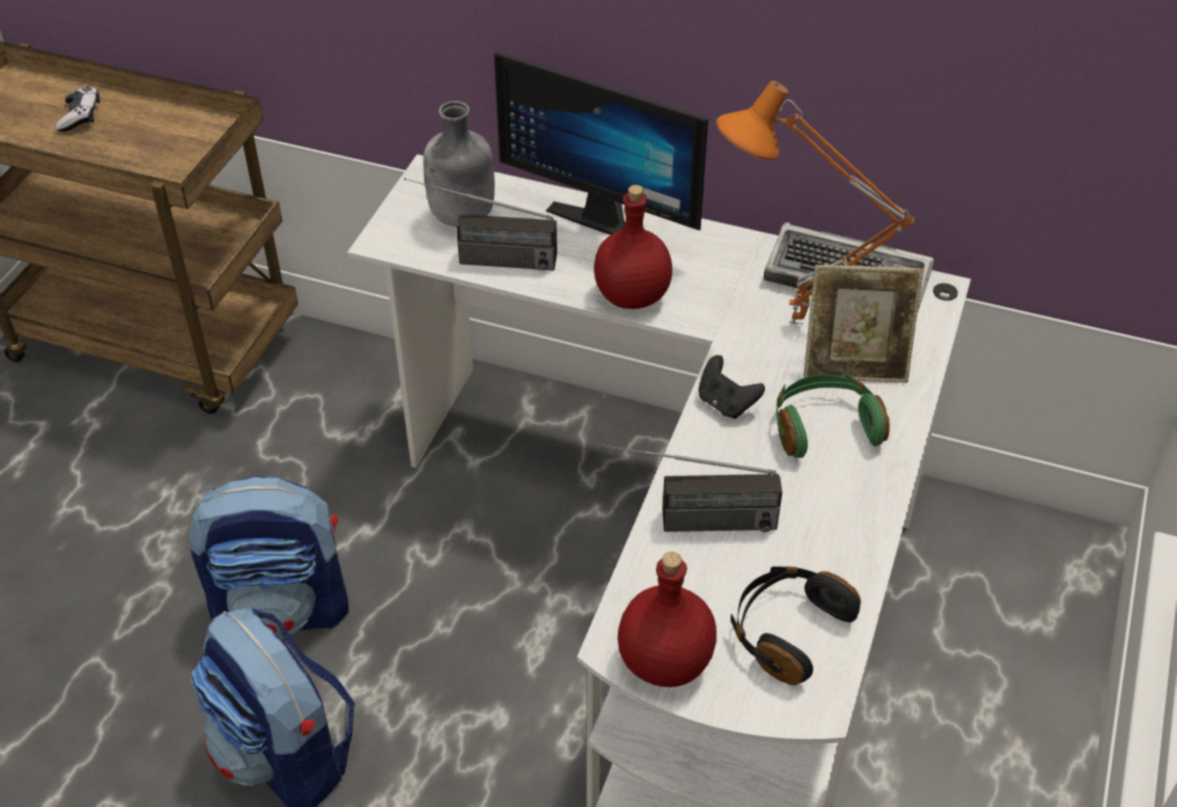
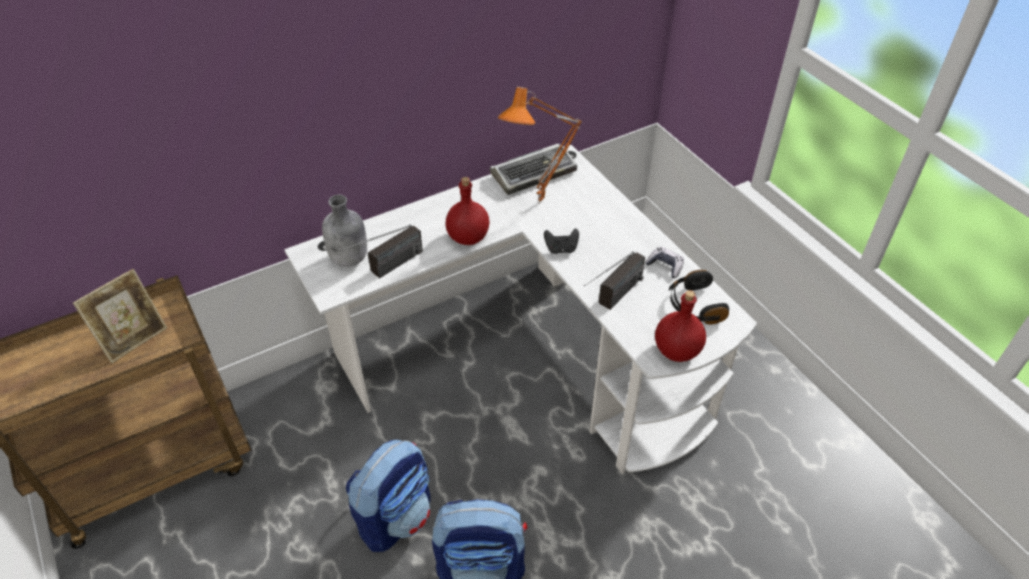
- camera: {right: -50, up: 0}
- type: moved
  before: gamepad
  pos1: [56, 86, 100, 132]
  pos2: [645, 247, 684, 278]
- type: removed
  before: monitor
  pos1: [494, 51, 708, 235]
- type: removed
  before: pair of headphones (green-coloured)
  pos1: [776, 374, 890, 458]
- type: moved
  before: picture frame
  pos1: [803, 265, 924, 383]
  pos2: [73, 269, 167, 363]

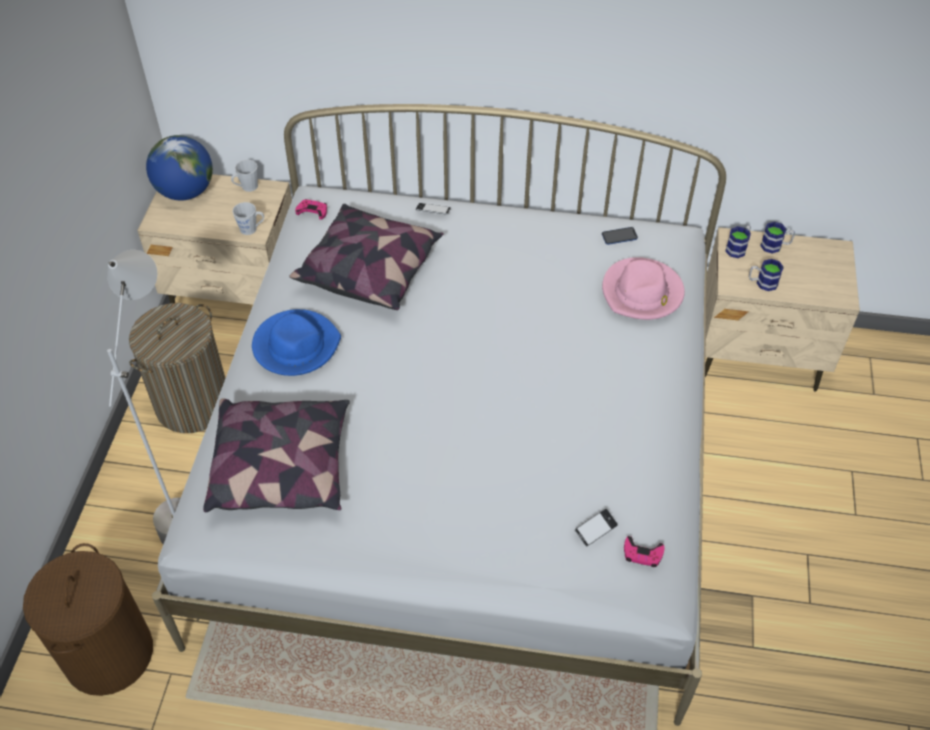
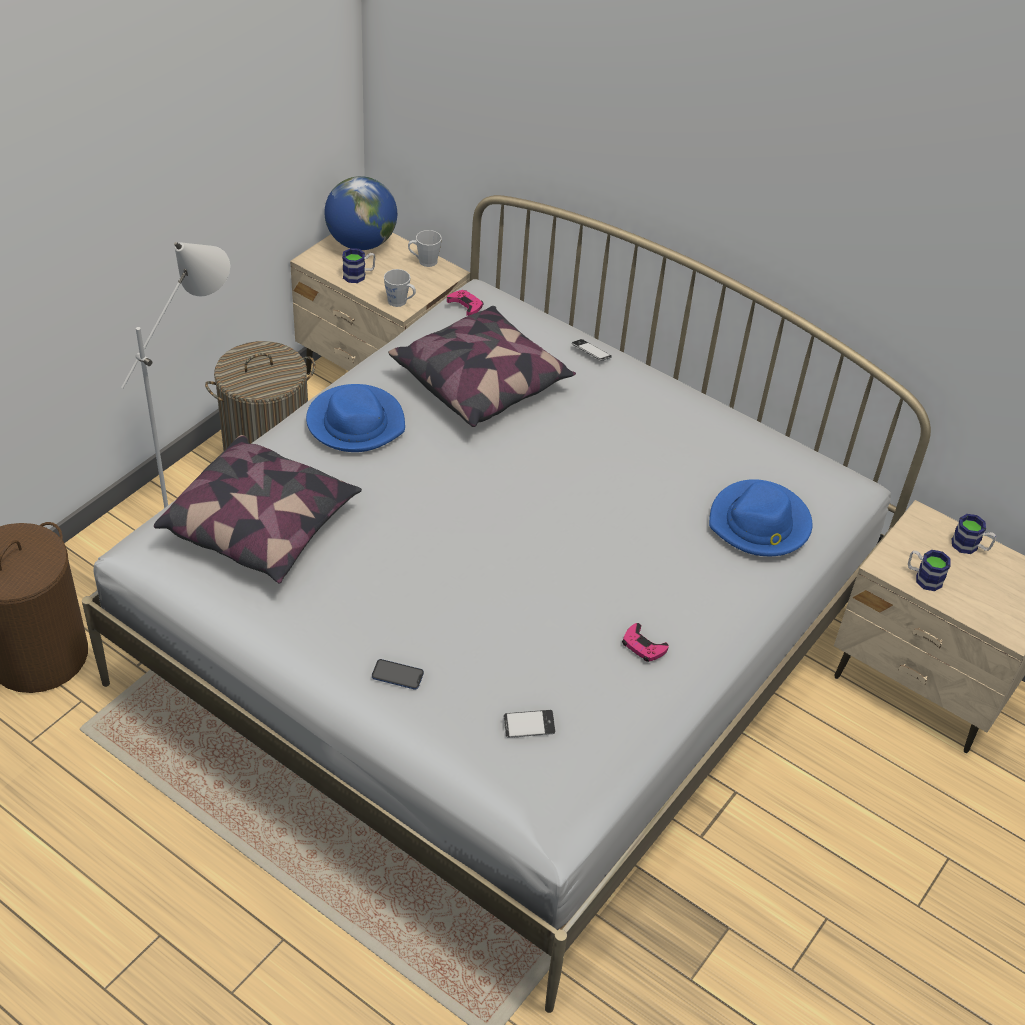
- camera: {right: 25, up: -5}
- type: moved
  before: telephone
  pos1: [602, 227, 638, 245]
  pos2: [372, 659, 424, 690]
- type: recoloured
  before: clothing hat (pink-coloured)
  after: clothing hat (blue)
  pos1: [602, 257, 685, 320]
  pos2: [709, 479, 813, 556]
- type: moved
  before: gamepad (pink-coloured)
  pos1: [624, 536, 664, 567]
  pos2: [622, 623, 669, 662]
- type: moved
  before: mug
  pos1: [725, 225, 751, 258]
  pos2: [342, 248, 376, 283]

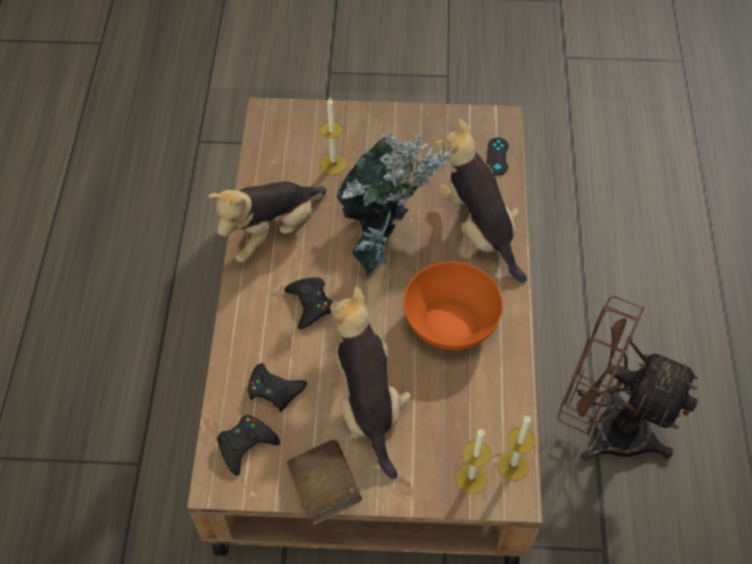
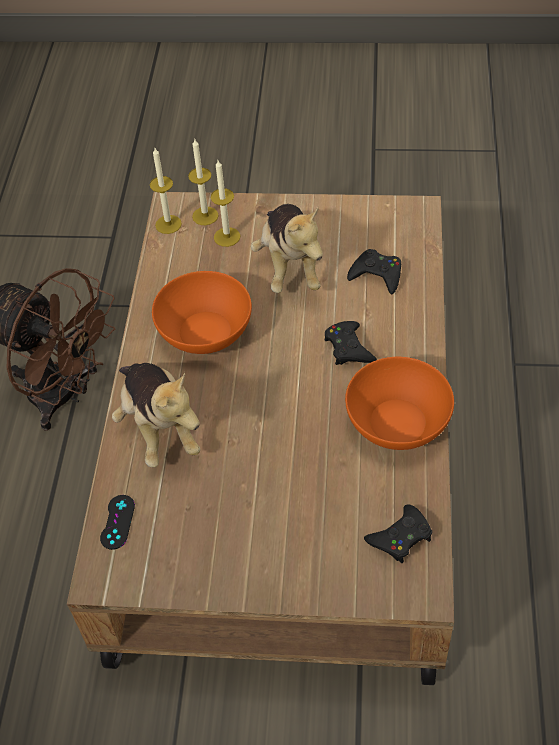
- camera: {right: -175, up: -5}
- type: replaced
  before: cuddly toy
  after: serving bowl (orange-coloured)
  pos1: [208, 181, 327, 262]
  pos2: [345, 357, 454, 450]
- type: moved
  before: gamepad (black-coloured)
  pos1: [217, 415, 280, 476]
  pos2: [364, 504, 432, 563]
- type: removed
  before: bound book (brownish)
  pos1: [287, 440, 362, 525]
- type: moved
  before: candle
  pos1: [320, 98, 346, 175]
  pos2: [211, 160, 240, 247]
- type: removed
  before: houseplant
  pos1: [337, 134, 453, 276]

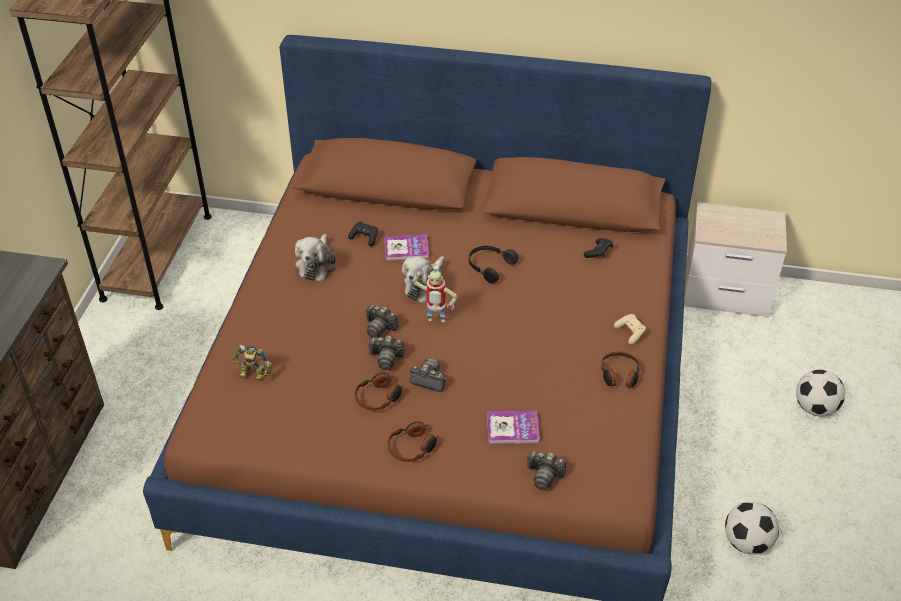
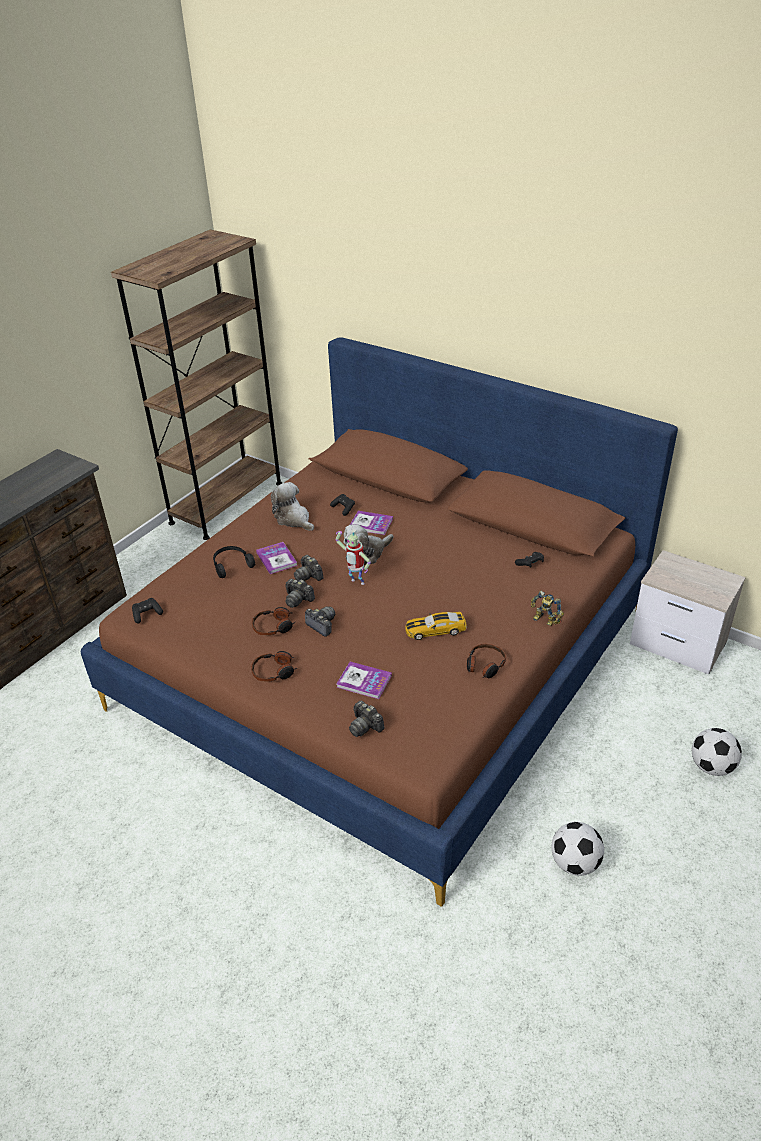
- camera: {right: 25, up: -5}
- type: moved
  before: toy robot
  pos1: [232, 345, 272, 380]
  pos2: [531, 591, 564, 626]
- type: turned
  before: cuddly toy
  pos1: [295, 234, 336, 281]
  pos2: [271, 482, 314, 531]
  turn: 105
- type: moved
  before: pair of headphones (black-coloured)
  pos1: [469, 246, 518, 283]
  pos2: [213, 546, 255, 578]
- type: removed
  before: gamepad (sand-coloured)
  pos1: [614, 314, 646, 345]
- type: added
  after: gamepad (black-coloured)
  pos2: [132, 598, 163, 623]
- type: added
  after: bound book
  pos2: [256, 542, 298, 574]
- type: added
  after: miniature car
  pos2: [405, 612, 467, 640]

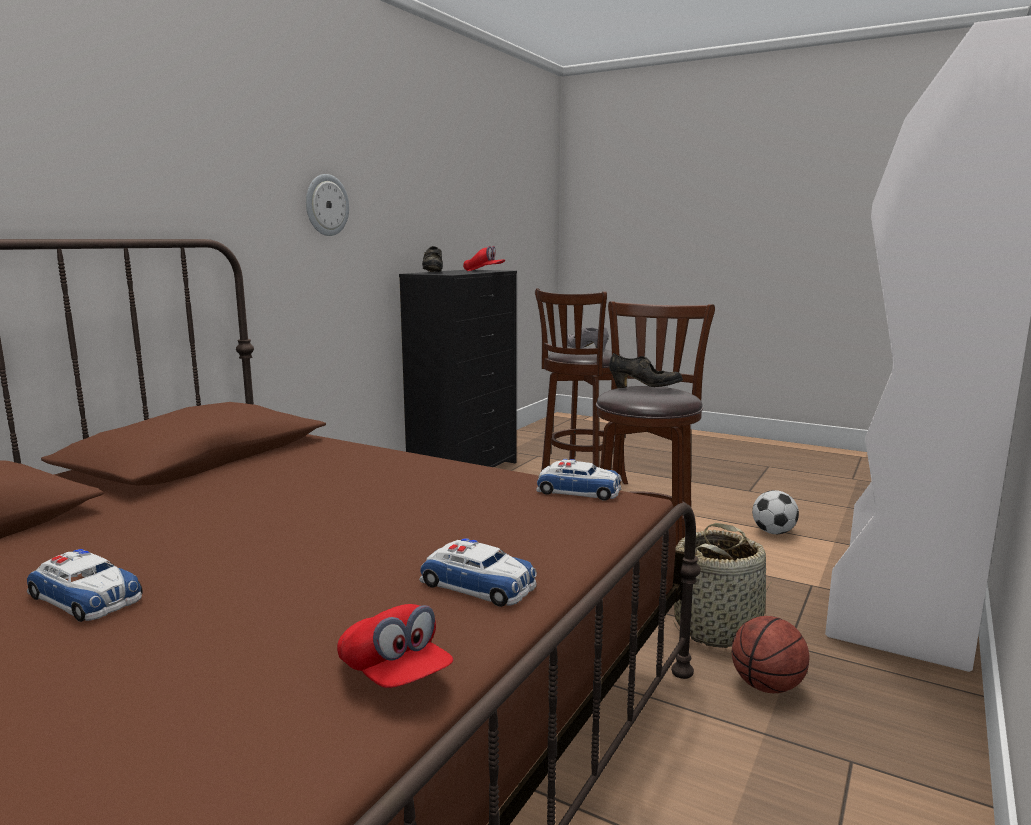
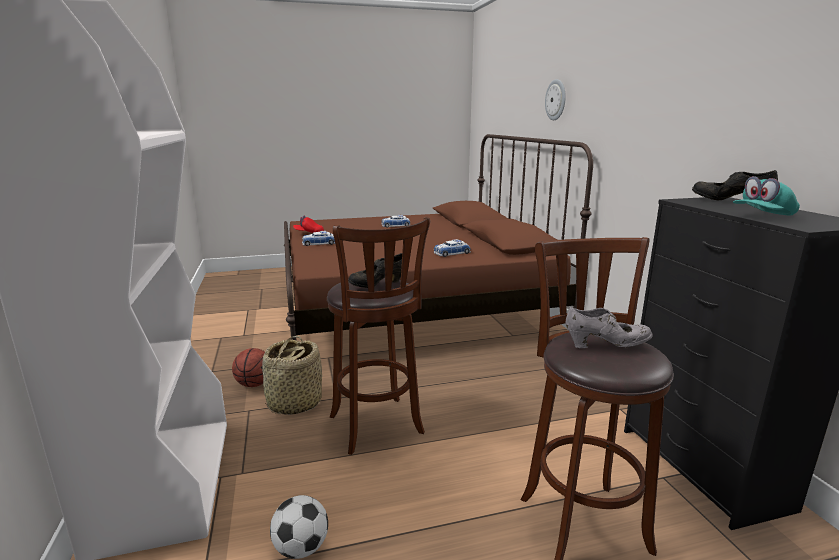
- camera: {right: 135, up: 5}
- type: moved
  before: hanging clock
  pos1: [306, 174, 349, 236]
  pos2: [545, 79, 566, 120]
- type: recoloured
  before: baseball cap (reddish)
  after: baseball cap (turquoise)
  pos1: [463, 246, 505, 271]
  pos2: [733, 176, 800, 216]
- type: moved
  before: miniature car
  pos1: [536, 459, 621, 501]
  pos2: [434, 239, 471, 257]

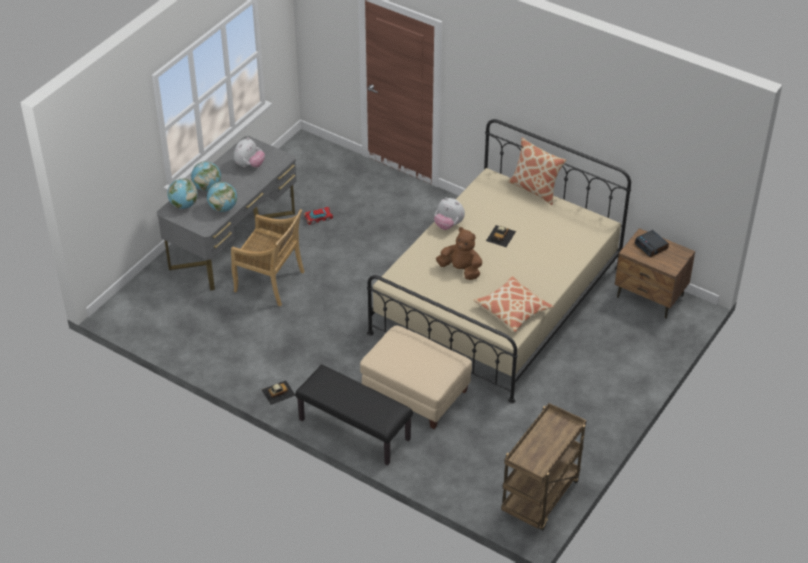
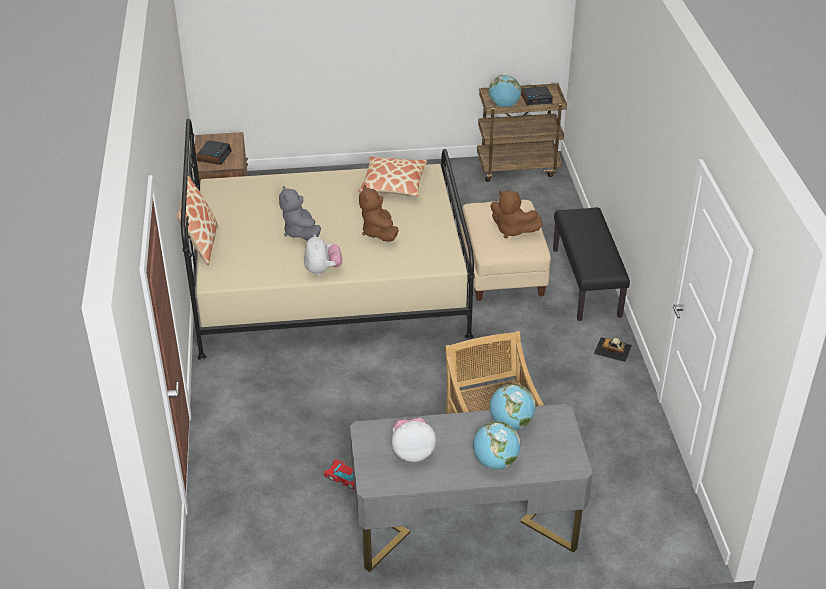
- camera: {right: -130, up: -5}
- type: moved
  before: globe
  pos1: [167, 179, 198, 209]
  pos2: [488, 75, 521, 107]
- type: replaced
  before: miniature car
  after: cuddly toy (grey)
  pos1: [486, 225, 516, 247]
  pos2: [279, 186, 321, 240]
- type: added
  after: cuddly toy (brownish)
  pos2: [491, 190, 543, 238]
- type: added
  after: table clock
  pos2: [521, 86, 553, 105]

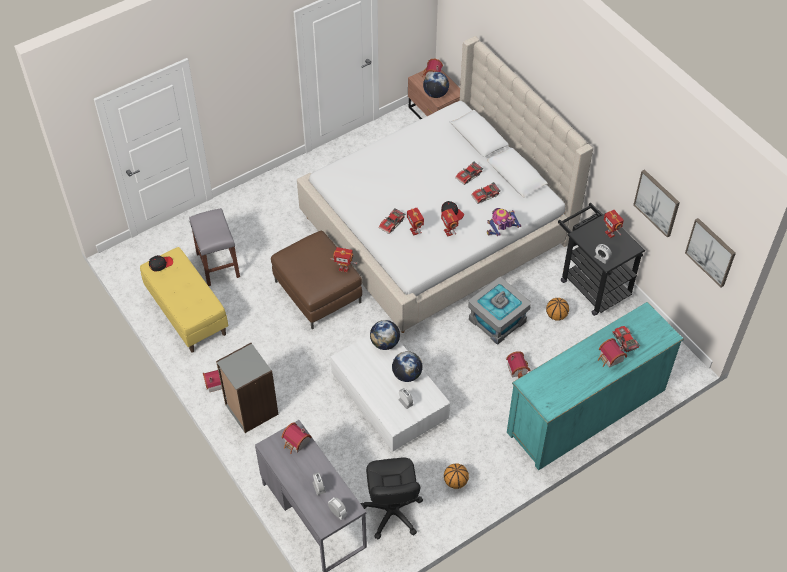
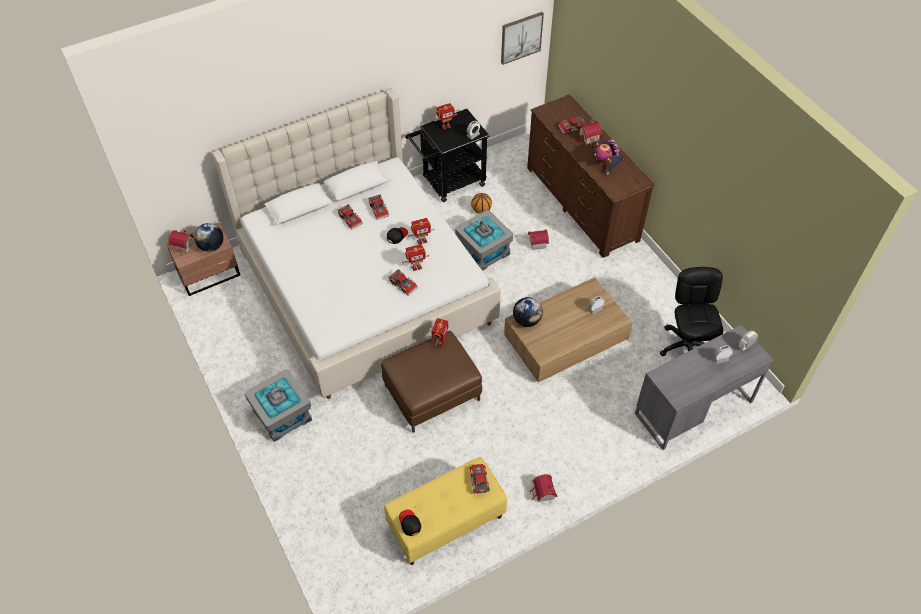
- camera: {right: -85, up: 0}
- type: removed
  before: stool (grey)
  pos1: [189, 208, 240, 286]
- type: removed
  before: bookshelf (grey)
  pos1: [216, 343, 278, 433]
- type: removed
  before: model house
  pos1: [282, 422, 312, 454]
- type: recoloured
  before: coffee table (white-coloured)
  after: coffee table (brownish)
  pos1: [330, 335, 450, 452]
  pos2: [504, 277, 632, 382]
- type: turned
  before: desk chair (black-coloured)
  pos1: [361, 457, 423, 539]
  pos2: [660, 267, 723, 356]
  turn: -90
- type: removed
  before: globe
  pos1: [392, 351, 423, 382]
- type: removed
  before: ball for basketball
  pos1: [444, 463, 469, 489]
- type: moved
  before: toy robot
  pos1: [487, 208, 521, 236]
  pos2: [593, 139, 624, 175]
- type: recoloured
  before: dresser (turquoise)
  after: dresser (brownish)
  pos1: [507, 302, 684, 470]
  pos2: [527, 94, 655, 258]
- type: removed
  before: wall picture
  pos1: [633, 169, 680, 238]
- type: added
  after: storage bin (grey)
  pos2: [245, 370, 312, 442]
- type: added
  after: miniature car
  pos2: [469, 464, 490, 494]

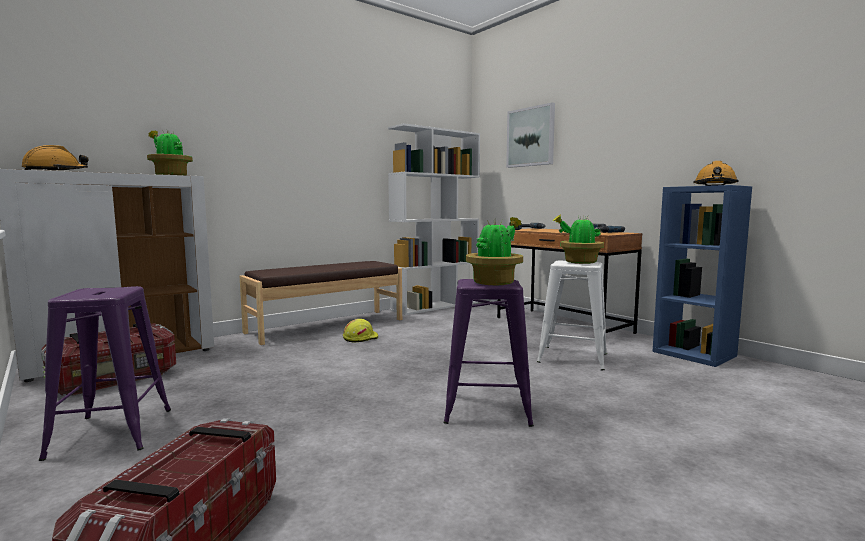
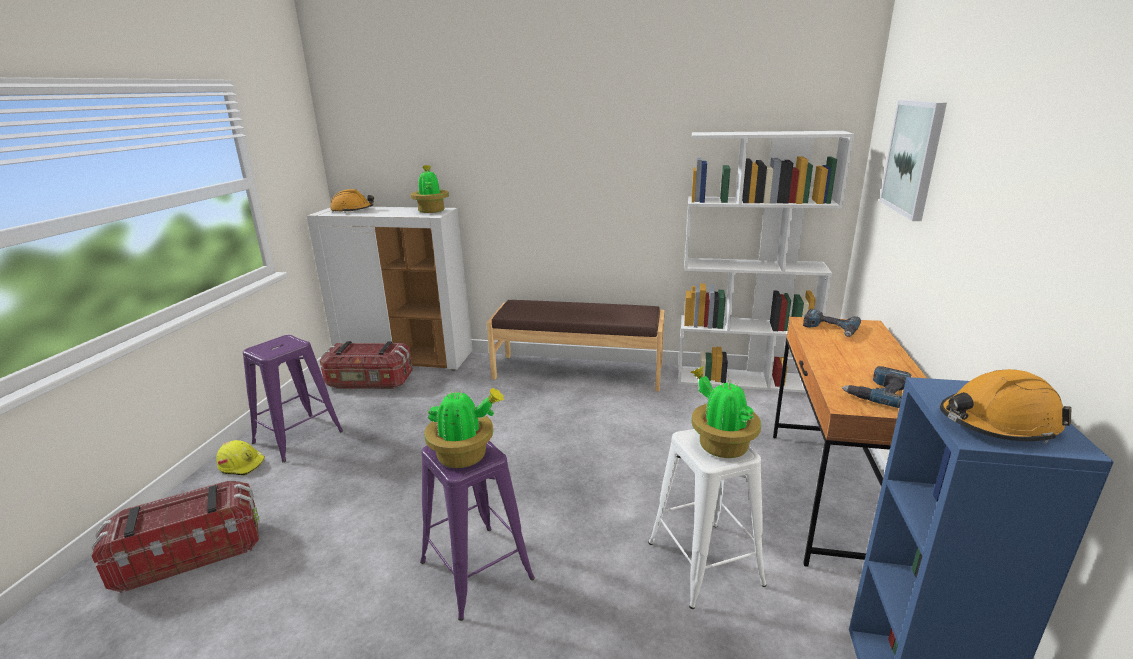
- camera: {right: 50, up: 15}
- type: moved
  before: safety helmet (yellow-coloured)
  pos1: [343, 319, 378, 343]
  pos2: [216, 440, 265, 476]

